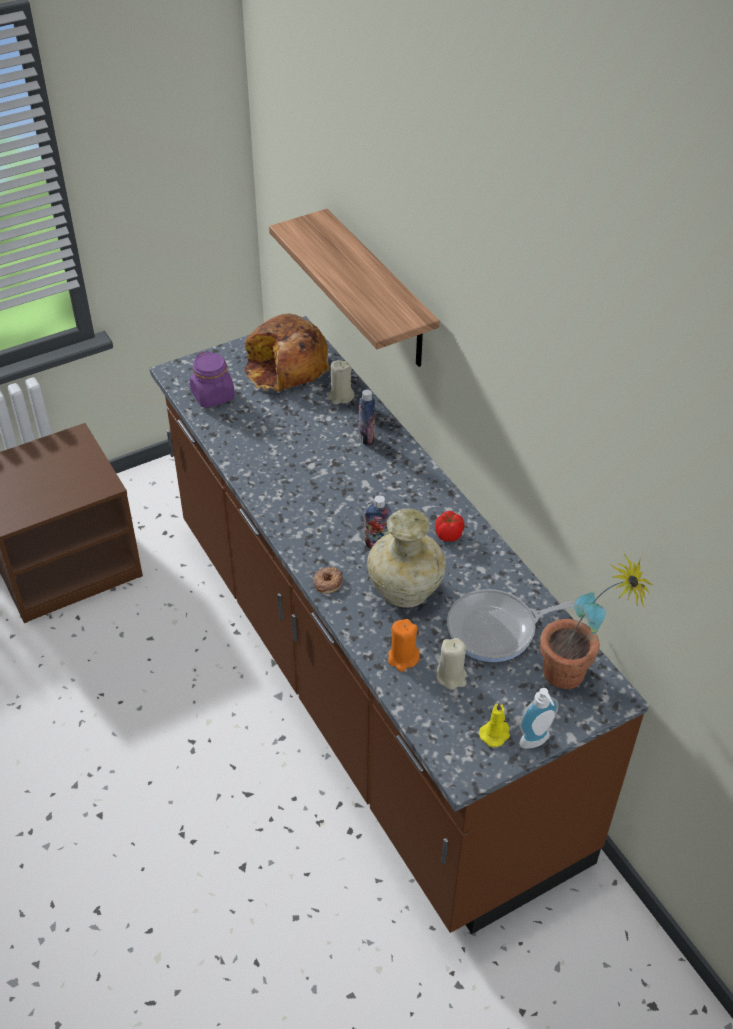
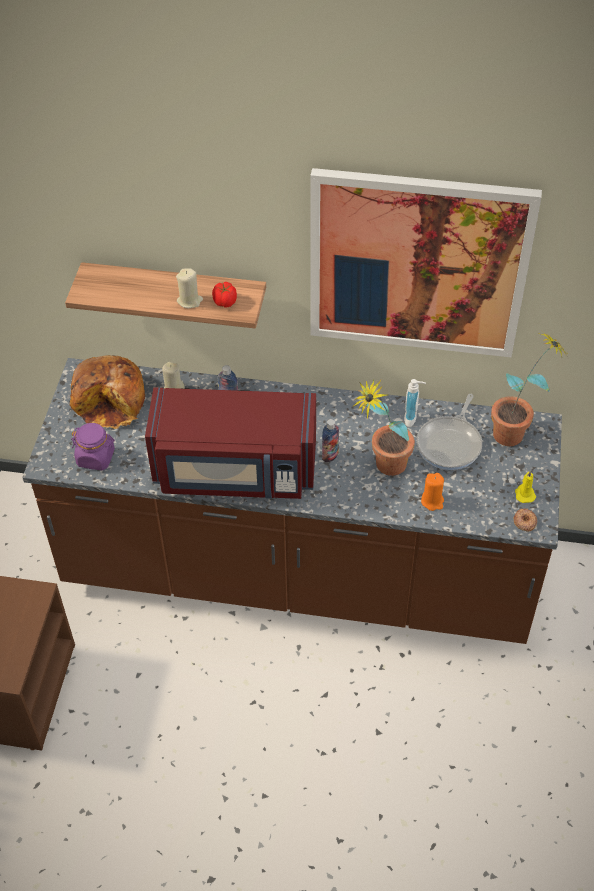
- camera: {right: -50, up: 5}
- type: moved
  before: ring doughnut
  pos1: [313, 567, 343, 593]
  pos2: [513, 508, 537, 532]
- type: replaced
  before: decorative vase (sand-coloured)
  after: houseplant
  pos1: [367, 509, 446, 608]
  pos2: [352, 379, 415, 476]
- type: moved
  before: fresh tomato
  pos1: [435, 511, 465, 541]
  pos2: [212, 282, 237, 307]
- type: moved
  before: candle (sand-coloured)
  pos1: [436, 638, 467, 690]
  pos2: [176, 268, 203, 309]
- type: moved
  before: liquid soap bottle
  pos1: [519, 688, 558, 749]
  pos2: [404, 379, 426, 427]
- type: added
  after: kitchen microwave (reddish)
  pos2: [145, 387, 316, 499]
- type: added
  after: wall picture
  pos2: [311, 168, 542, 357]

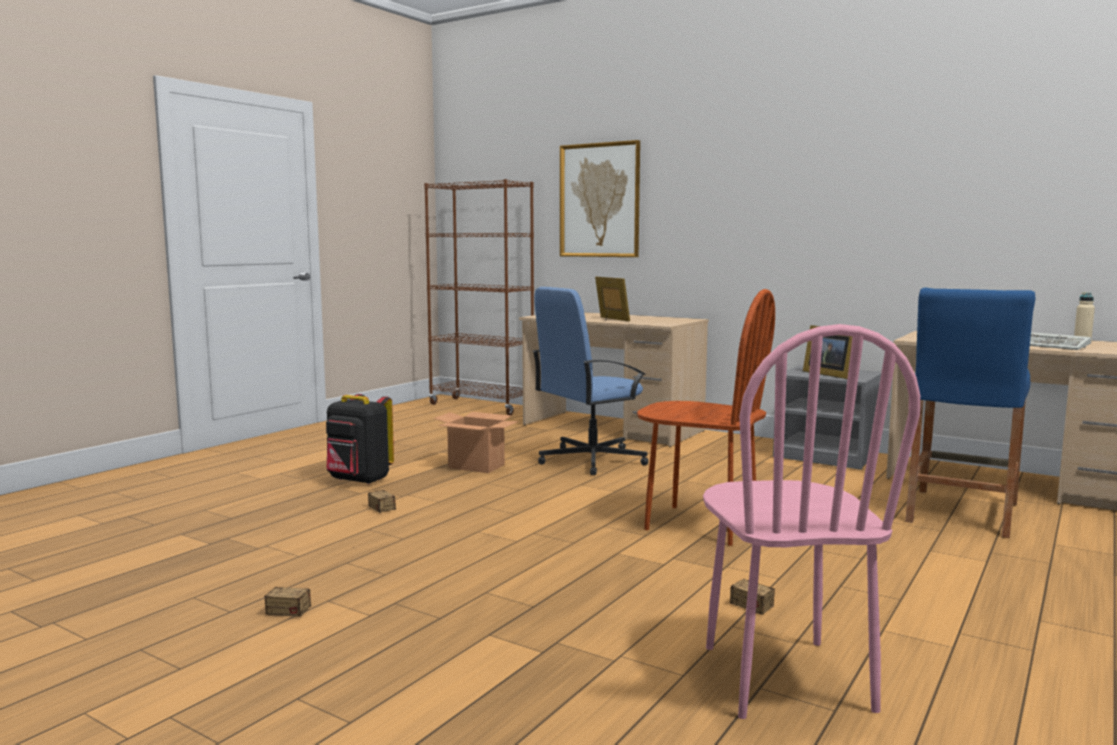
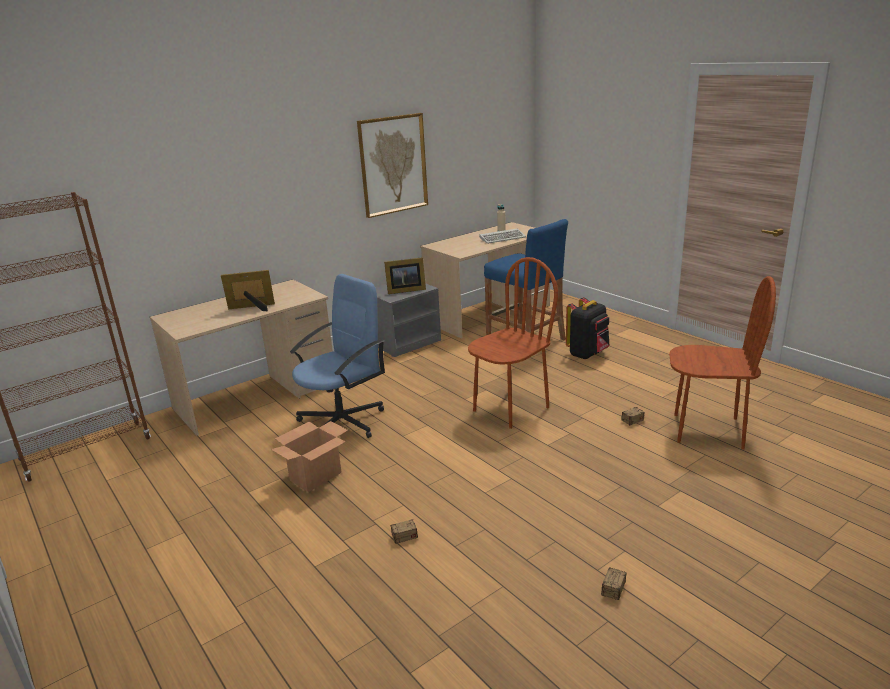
- camera: {right: -70, up: 15}
- type: moved
  before: knapsack (black-coloured)
  pos1: [326, 394, 394, 485]
  pos2: [566, 297, 610, 359]
- type: turned
  before: desk chair (blue)
  pos1: [533, 287, 648, 475]
  pos2: [290, 274, 385, 438]
  turn: -120
- type: moved
  before: wall picture
  pos1: [560, 140, 640, 257]
  pos2: [357, 113, 428, 218]
- type: recoloured
  before: plain chair (pink-coloured)
  after: plain chair (brownish)
  pos1: [703, 324, 920, 719]
  pos2: [669, 276, 776, 450]

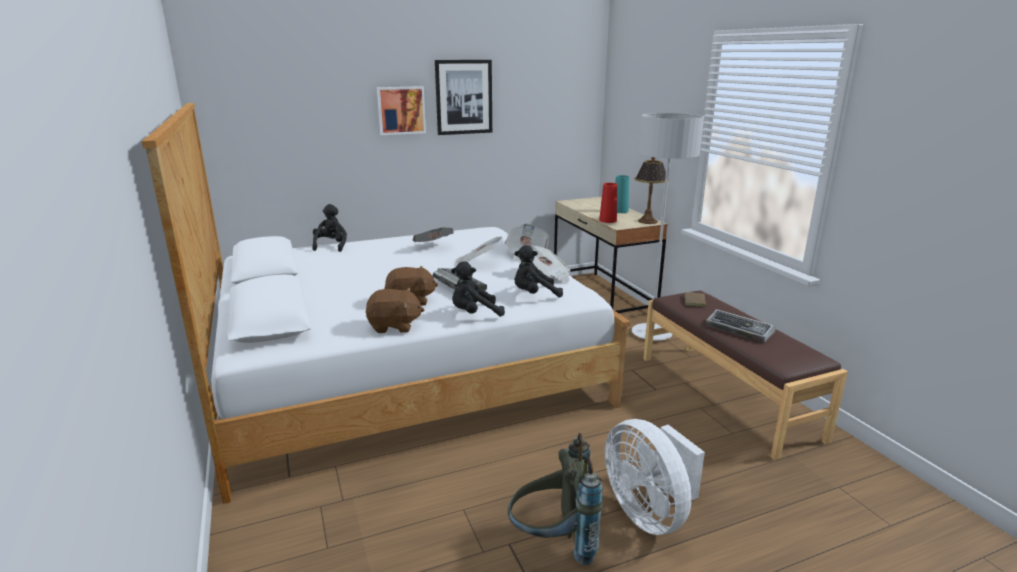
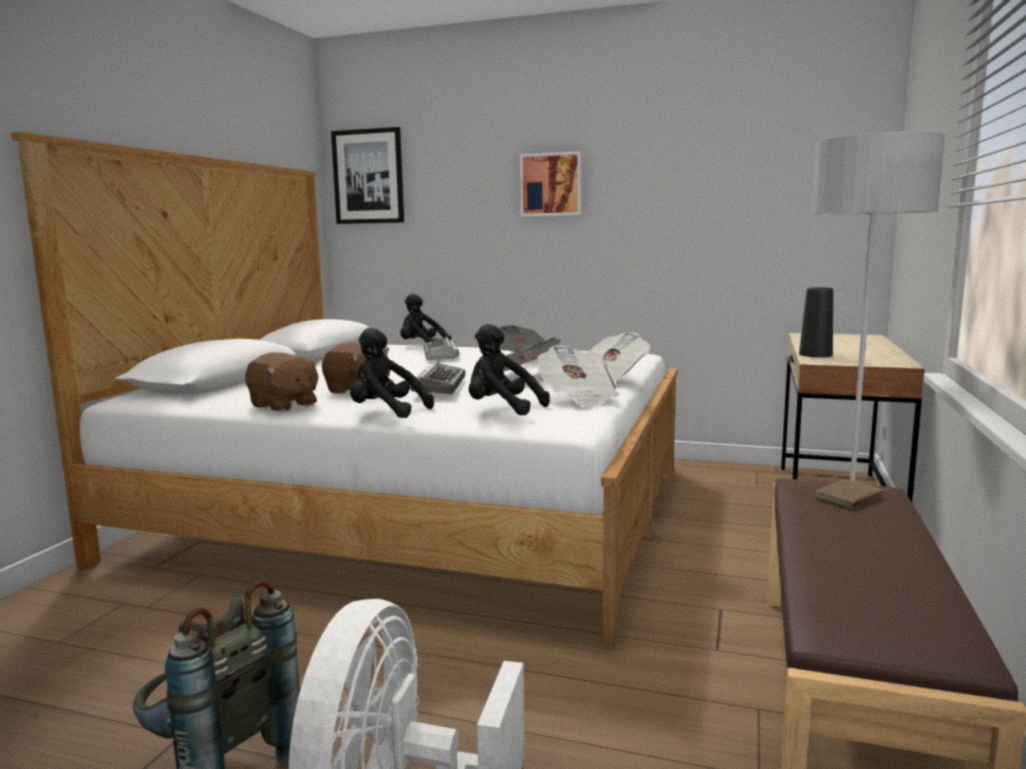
- camera: {right: 40, up: -10}
- type: turned
  before: cuddly toy (black-coloured)
  pos1: [312, 204, 347, 252]
  pos2: [400, 294, 452, 343]
  turn: -105
- type: moved
  before: wall picture
  pos1: [435, 60, 492, 135]
  pos2: [331, 127, 404, 224]
- type: recoloured
  before: decorative vase (reddish)
  after: decorative vase (black-coloured)
  pos1: [599, 183, 617, 223]
  pos2: [799, 287, 833, 357]
- type: removed
  before: decorative vase (turquoise)
  pos1: [615, 175, 629, 213]
- type: removed
  before: lamp for a table
  pos1: [635, 157, 669, 224]
- type: moved
  before: PC keyboard
  pos1: [706, 309, 776, 343]
  pos2: [424, 337, 459, 360]

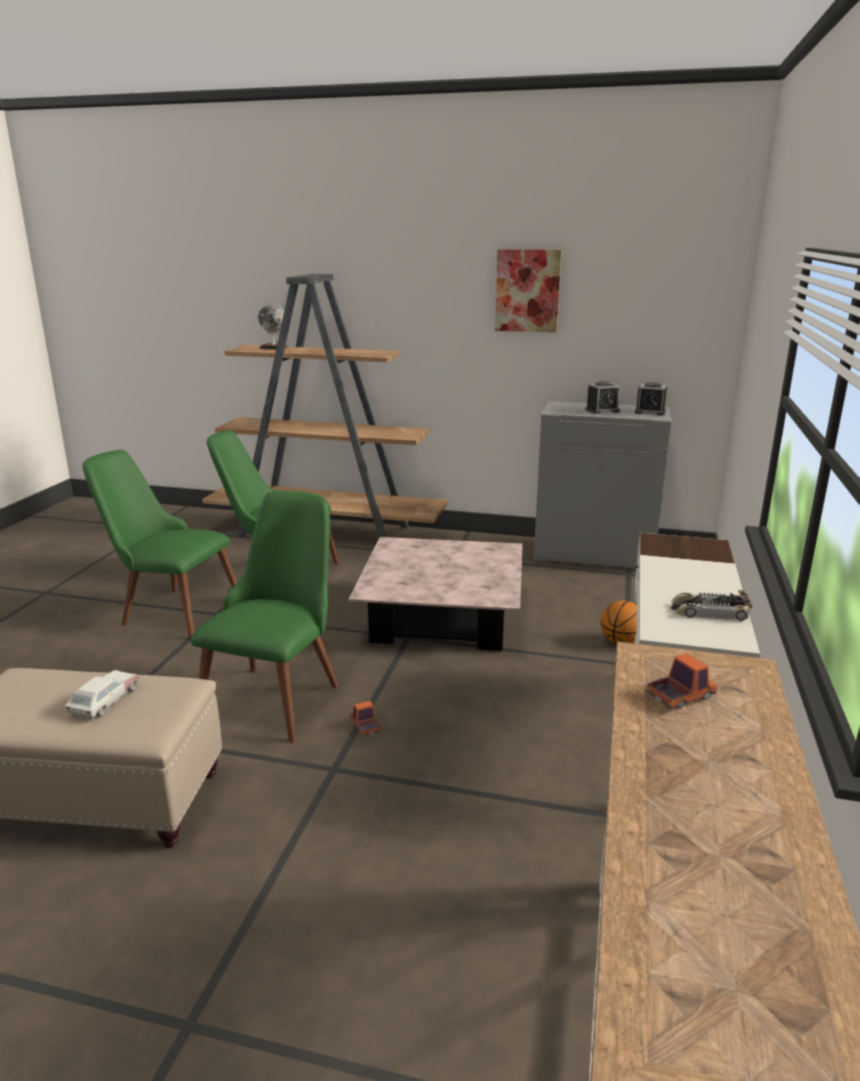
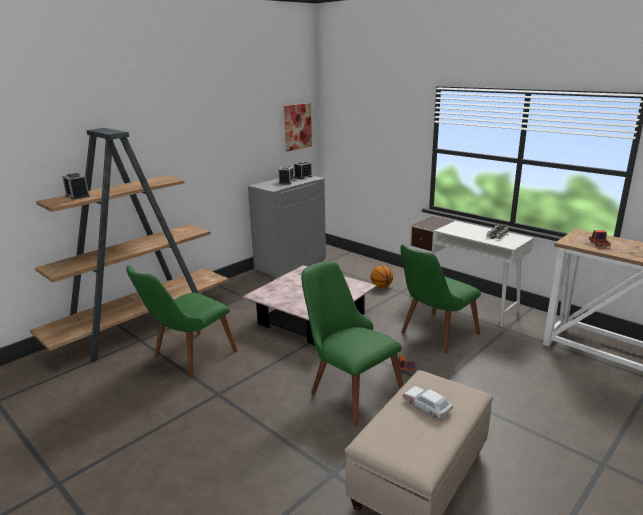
- camera: {right: -60, up: 0}
- type: moved
  before: plain chair (green-coloured)
  pos1: [83, 450, 237, 640]
  pos2: [400, 244, 481, 354]
- type: replaced
  before: globe
  after: table clock
  pos1: [258, 303, 288, 350]
  pos2: [62, 173, 90, 200]
- type: moved
  before: wall picture
  pos1: [495, 249, 562, 333]
  pos2: [284, 103, 312, 151]

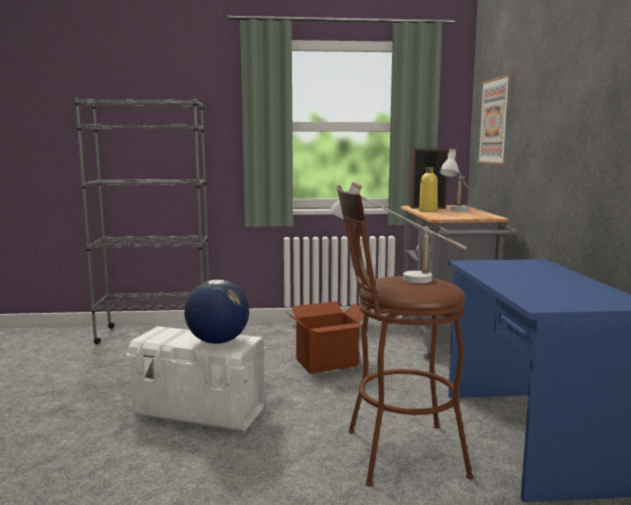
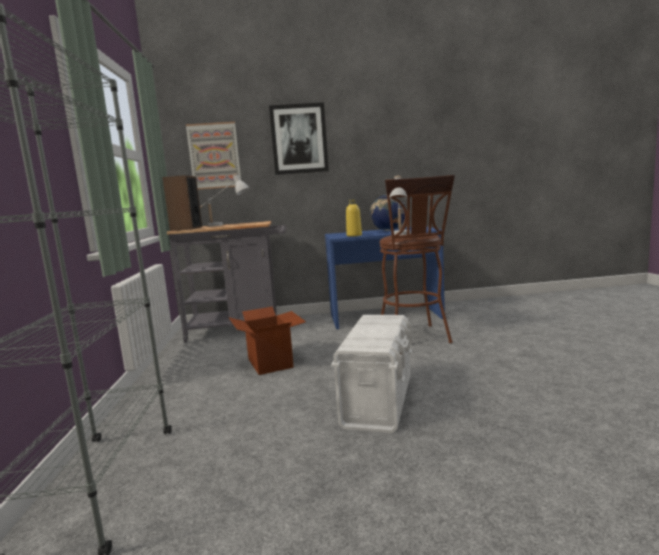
- camera: {right: -90, up: 0}
- type: moved
  before: globe
  pos1: [184, 279, 249, 344]
  pos2: [370, 195, 405, 231]
- type: moved
  before: drink bottle (yellow-coloured)
  pos1: [419, 167, 438, 212]
  pos2: [346, 199, 362, 237]
- type: added
  after: wall picture
  pos2: [269, 102, 329, 175]

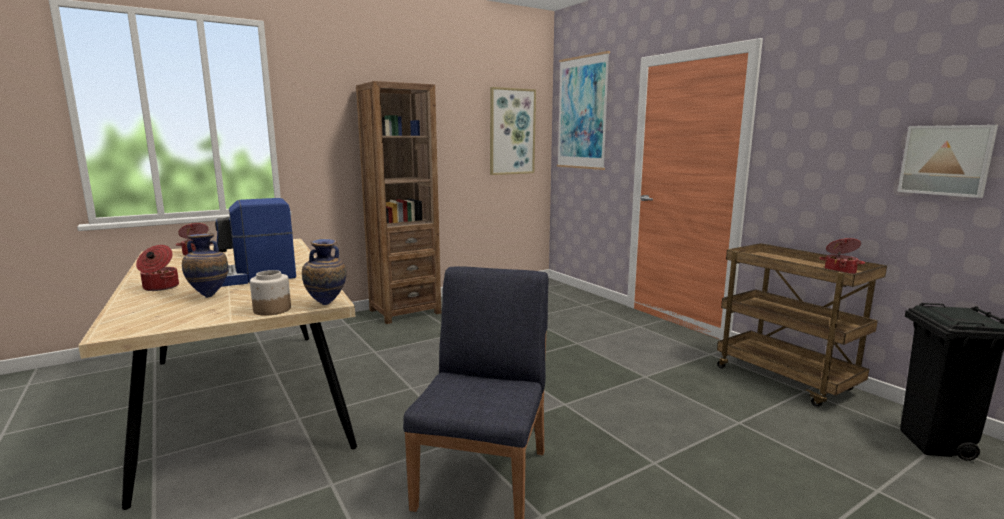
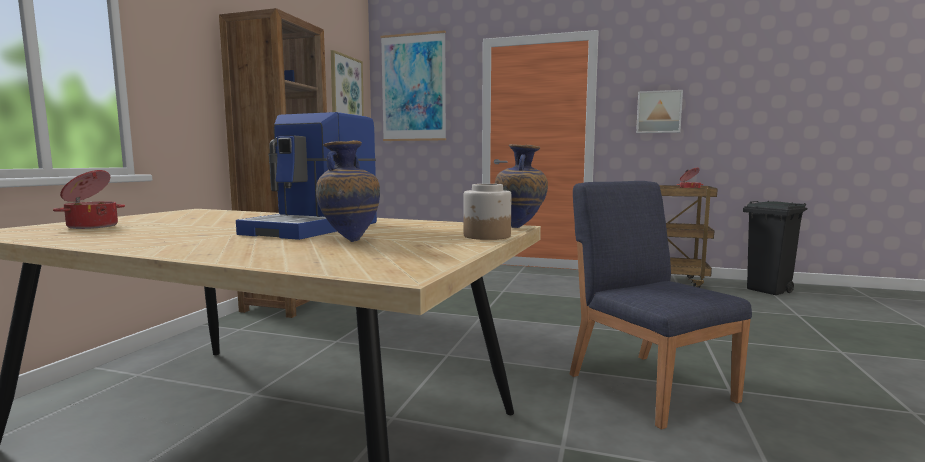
- camera: {right: -40, up: -5}
- type: removed
  before: saucepot
  pos1: [136, 245, 179, 291]
- type: moved
  before: wall picture
  pos1: [898, 125, 998, 198]
  pos2: [636, 90, 683, 133]

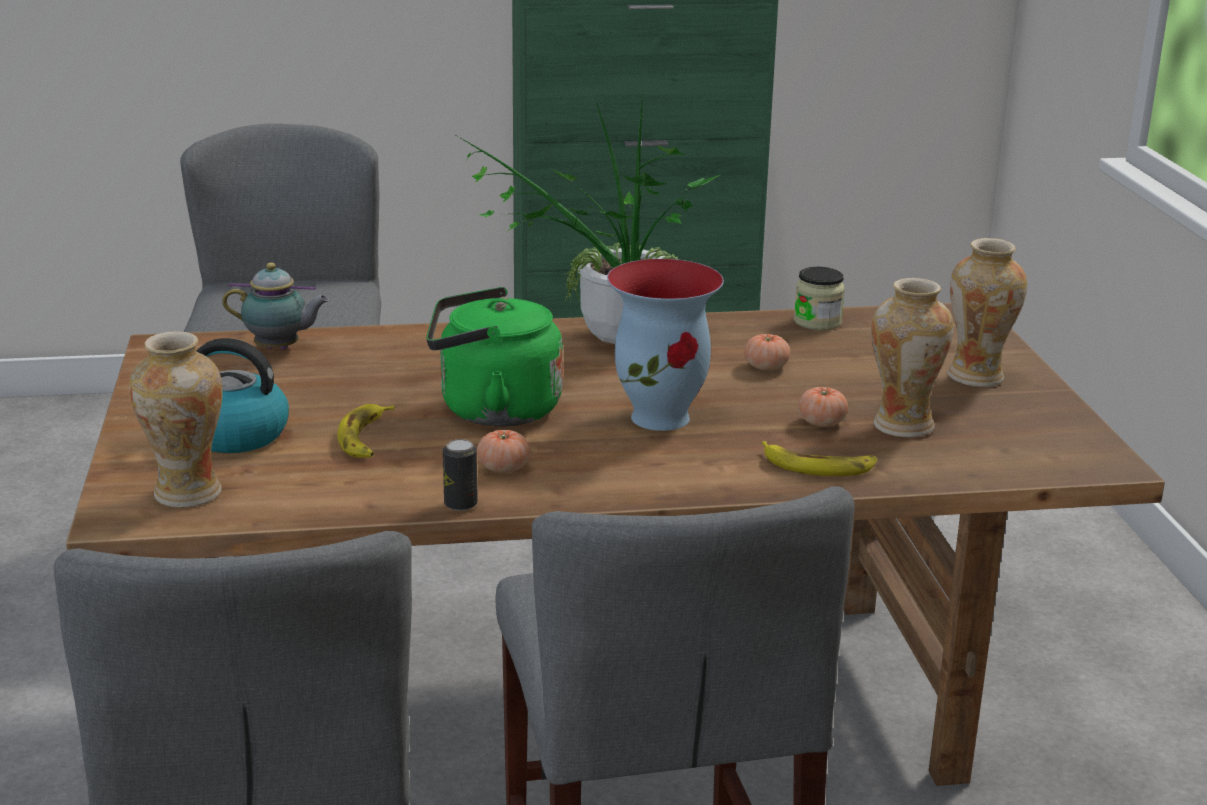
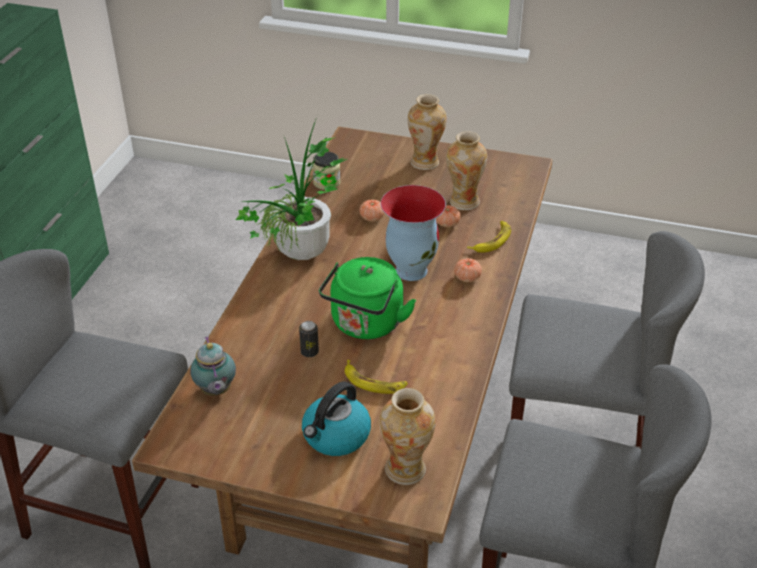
- camera: {right: -65, up: 15}
- type: turned
  before: tea pot
  pos1: [222, 263, 329, 350]
  pos2: [190, 336, 236, 396]
  turn: 135
- type: moved
  before: metal can
  pos1: [443, 439, 478, 511]
  pos2: [299, 321, 319, 357]
- type: moved
  before: fresh tomato
  pos1: [477, 430, 530, 473]
  pos2: [454, 258, 482, 282]

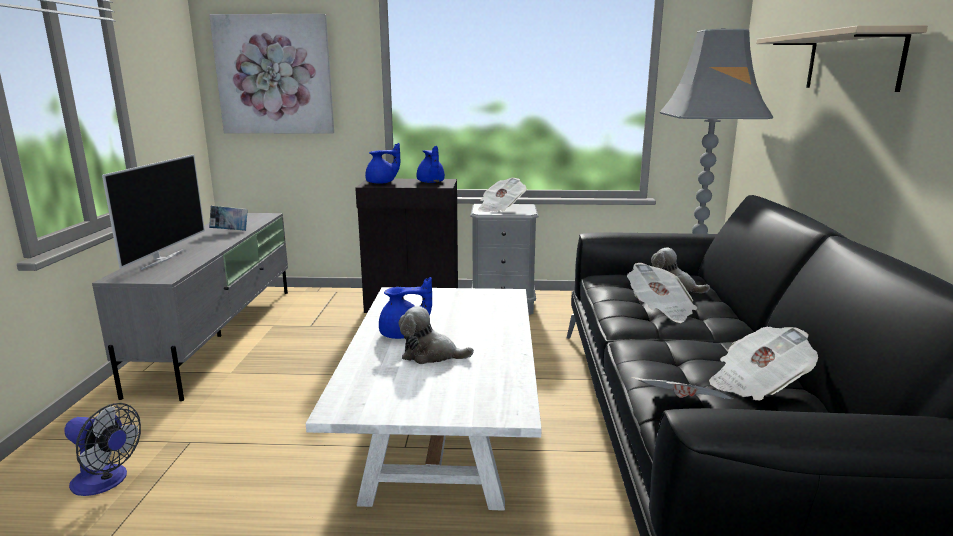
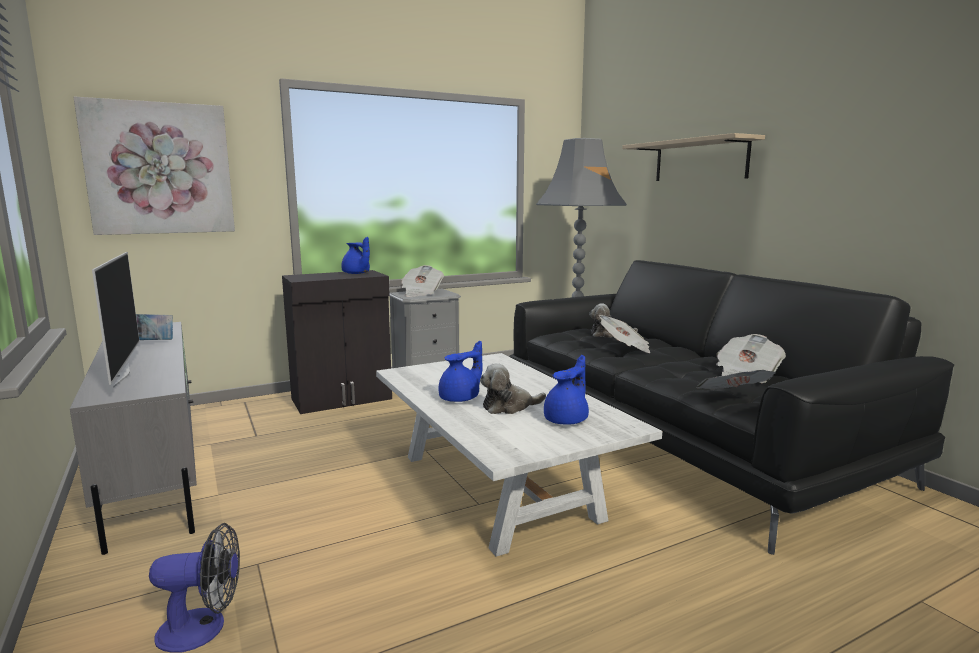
- camera: {right: -30, up: -5}
- type: moved
  before: tea pot (blue)
  pos1: [365, 143, 400, 184]
  pos2: [544, 355, 589, 425]

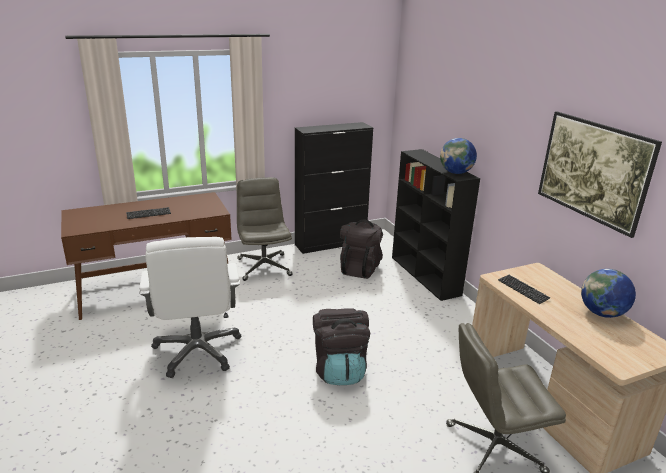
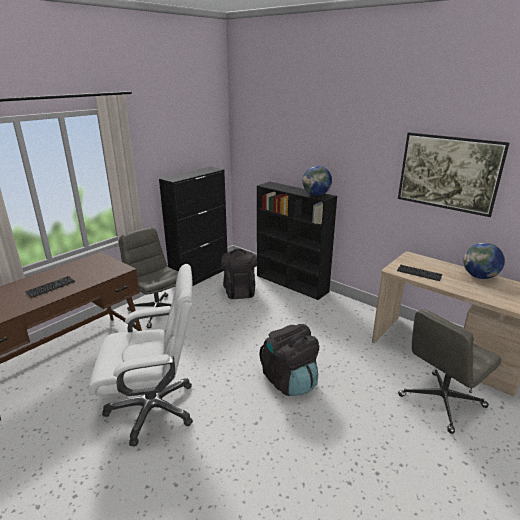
- camera: {right: -25, up: 0}
- type: turned
  before: desk chair (white-coloured)
  pos1: [139, 237, 241, 378]
  pos2: [88, 264, 193, 446]
  turn: -60

